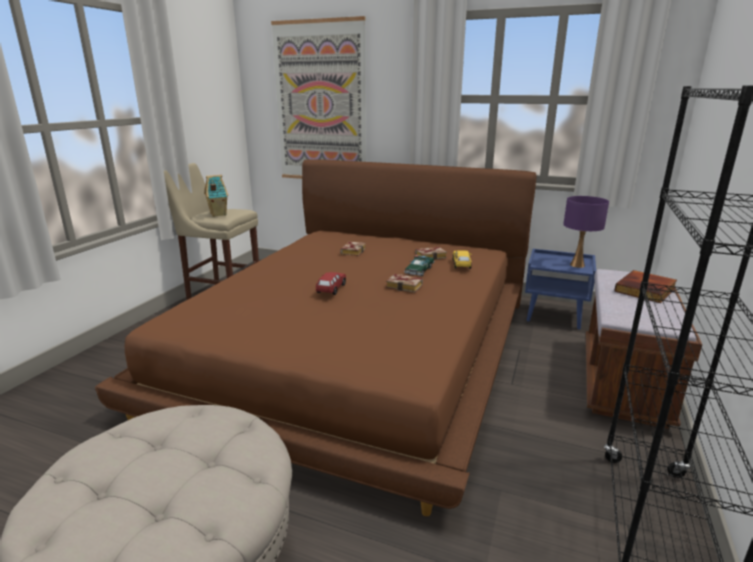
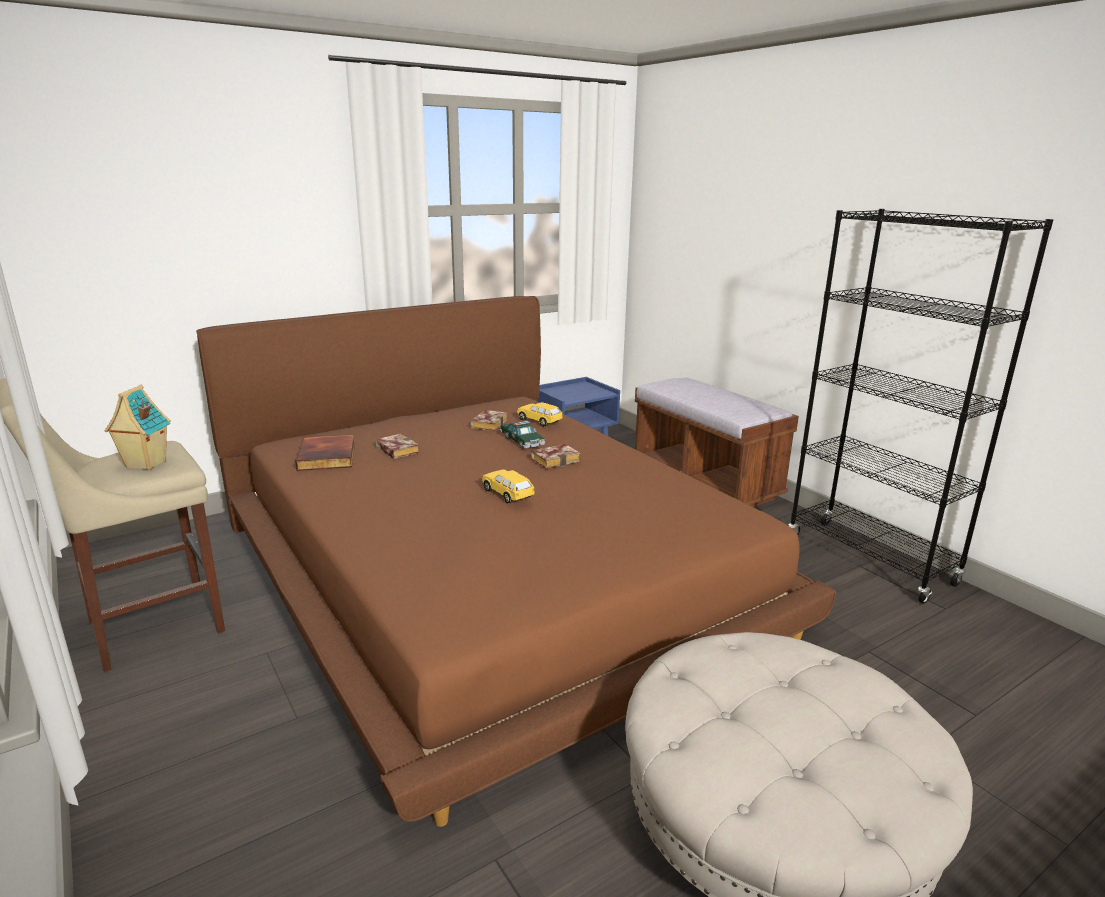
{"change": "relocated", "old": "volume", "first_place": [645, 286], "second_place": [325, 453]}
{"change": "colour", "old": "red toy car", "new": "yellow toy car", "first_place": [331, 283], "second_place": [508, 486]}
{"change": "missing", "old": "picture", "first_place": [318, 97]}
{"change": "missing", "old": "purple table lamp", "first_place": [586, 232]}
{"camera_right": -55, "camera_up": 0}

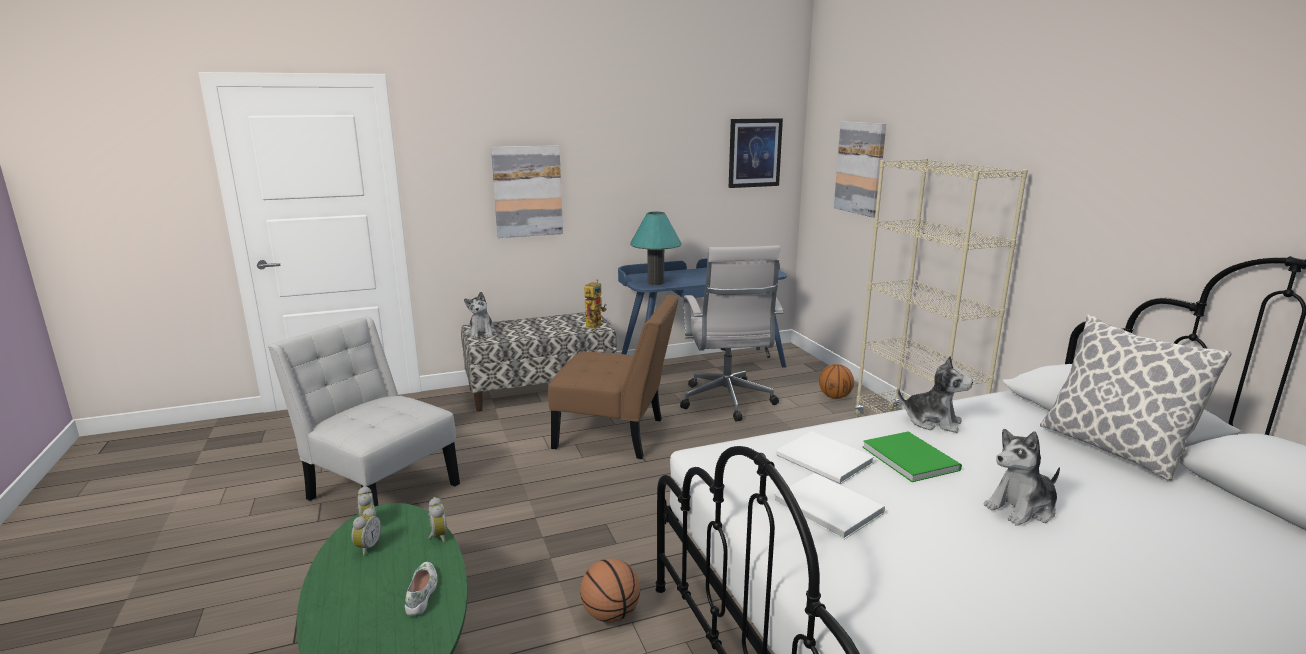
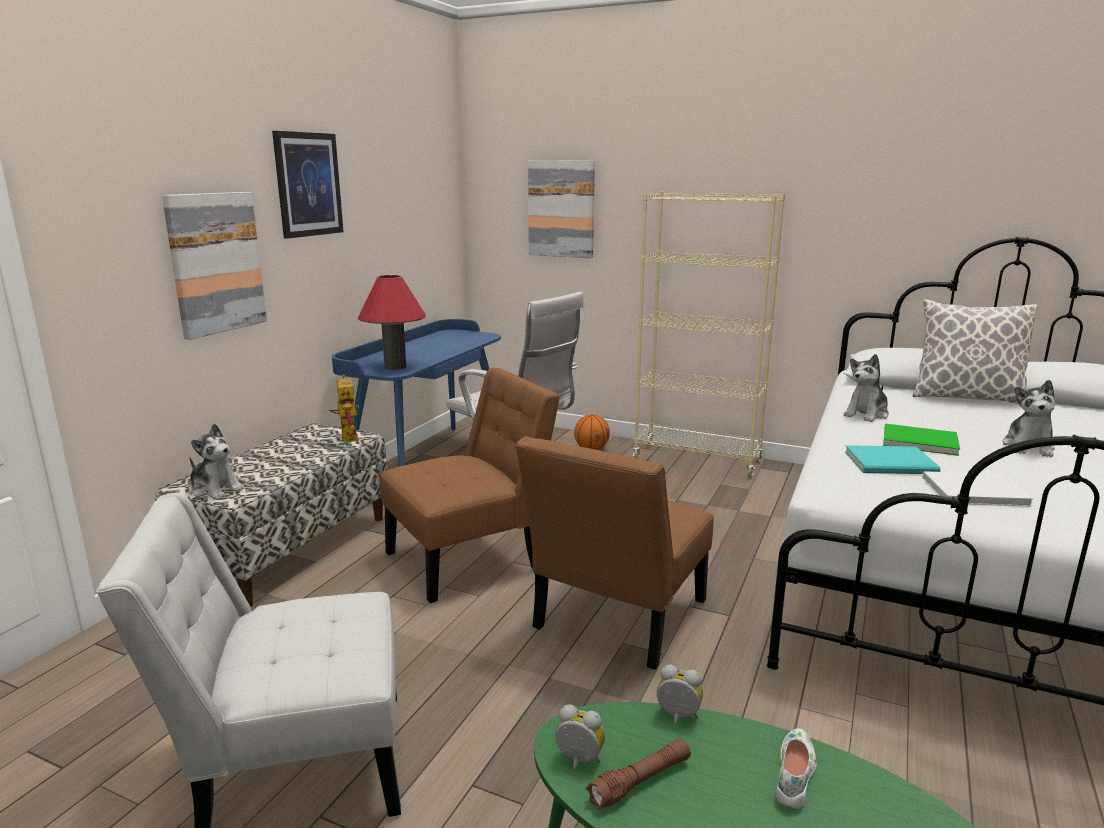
{"change": "relocated", "old": "picture", "first_place": [756, 153], "second_place": [308, 185]}
{"change": "colour", "old": "blue-green table lamp", "new": "red table lamp", "first_place": [656, 248], "second_place": [392, 322]}
{"change": "appeared", "new": "brown-coloured chair", "second_place": [615, 553]}
{"change": "exchanged", "old": "table clock", "new": "brown-coloured torch", "first_place": [366, 531], "second_place": [638, 774]}
{"change": "spun", "old": "white-coloured item of footwear", "first_place": [421, 588], "second_place": [796, 768], "degrees": 75}
{"change": "spun", "old": "plush toy", "first_place": [935, 394], "second_place": [866, 388], "degrees": 150}
{"change": "colour", "old": "white-coloured volume", "new": "blue-green volume", "first_place": [825, 457], "second_place": [893, 459]}
{"change": "missing", "old": "basketball", "first_place": [610, 590]}
{"camera_right": -45, "camera_up": 0}

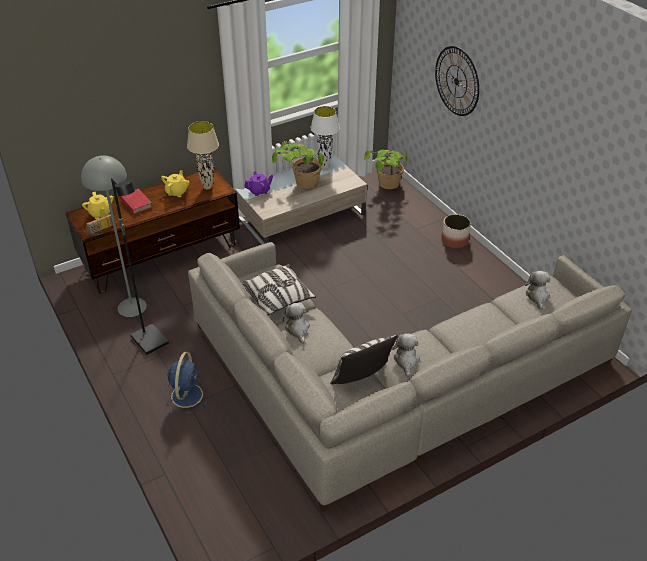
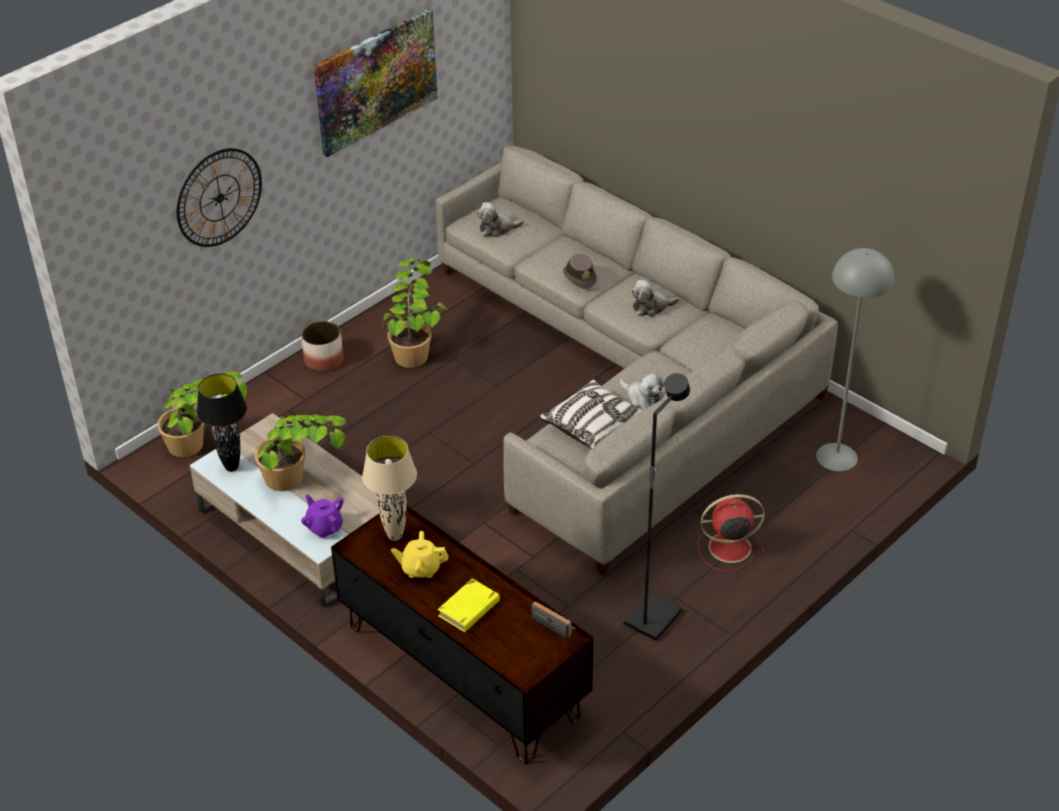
{"change": "colour", "old": "white-coloured table lamp", "new": "black-coloured table lamp", "first_place": [325, 137], "second_place": [222, 423]}
{"change": "appeared", "new": "picture", "second_place": [375, 83]}
{"change": "appeared", "new": "potted plant", "second_place": [416, 313]}
{"change": "colour", "old": "red volume", "new": "yellow volume", "first_place": [136, 202], "second_place": [469, 605]}
{"change": "appeared", "new": "brown-coloured clothing hat", "second_place": [580, 271]}
{"change": "spun", "old": "plush toy", "first_place": [296, 323], "second_place": [642, 391], "degrees": -105}
{"change": "colour", "old": "bluish electric fan", "new": "red electric fan", "first_place": [187, 382], "second_place": [731, 532]}
{"change": "relocated", "old": "greyish standing lamp", "first_place": [114, 236], "second_place": [855, 359]}
{"change": "missing", "old": "yellow pot for tea", "first_place": [97, 205]}
{"change": "missing", "old": "pillow", "first_place": [364, 360]}
{"camera_right": -105, "camera_up": 0}

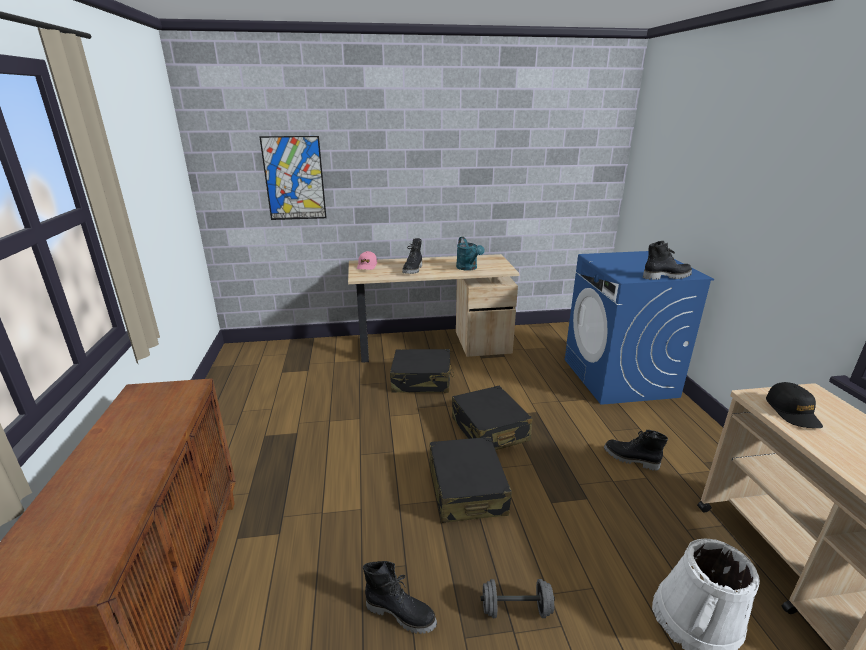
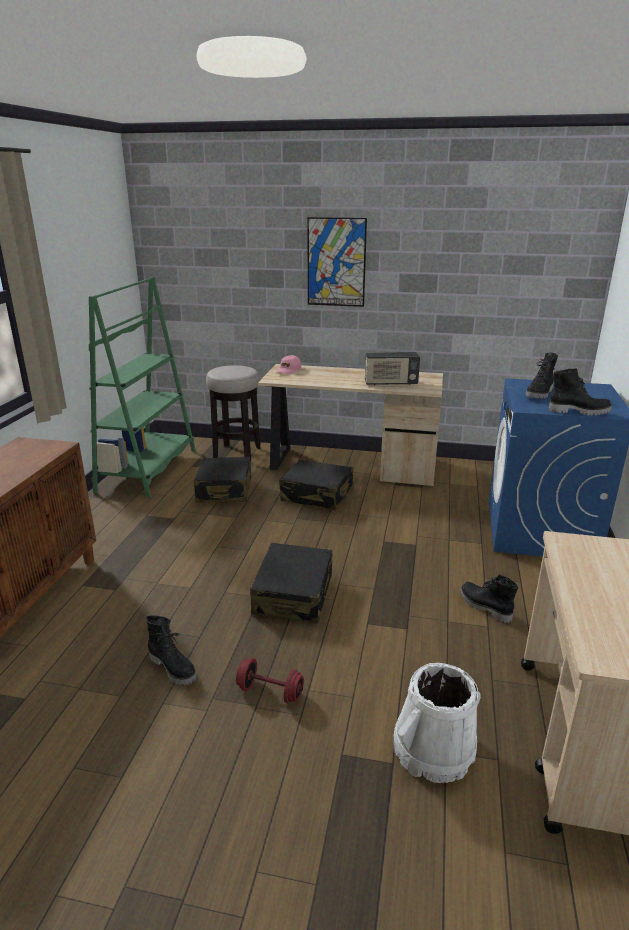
{"change": "appeared", "new": "green bookcase", "second_place": [142, 387]}
{"change": "relocated", "old": "black-coloured suitcase", "first_place": [492, 418], "second_place": [222, 480]}
{"change": "appeared", "new": "sitting stool", "second_place": [233, 413]}
{"change": "colour", "old": "greyish hand weight", "new": "red hand weight", "first_place": [518, 598], "second_place": [270, 681]}
{"change": "relocated", "old": "picture", "first_place": [293, 178], "second_place": [337, 262]}
{"change": "exchanged", "old": "blue-green watering pot", "new": "radio receiver", "first_place": [470, 254], "second_place": [392, 369]}
{"change": "relocated", "old": "black-coloured high-top boot", "first_place": [412, 256], "second_place": [541, 376]}
{"change": "missing", "old": "black-coloured baseball cap", "first_place": [794, 405]}
{"camera_right": 20, "camera_up": 0}

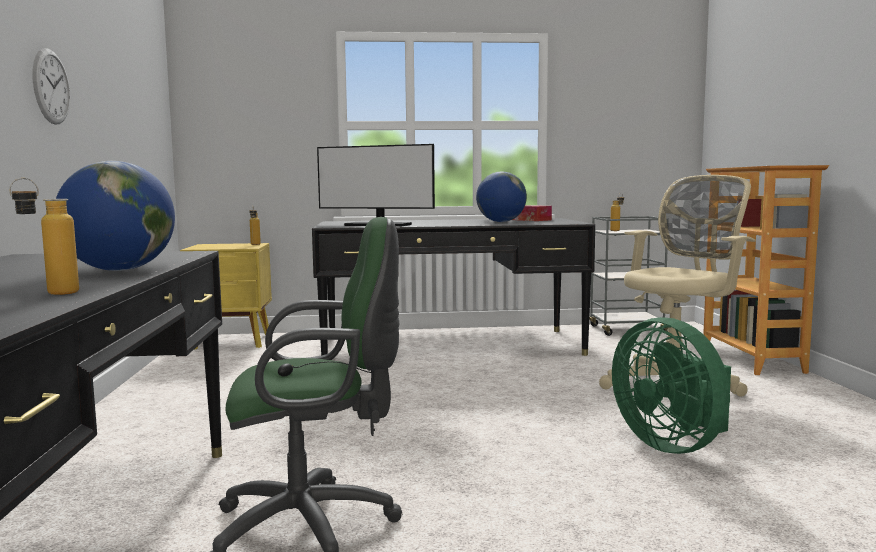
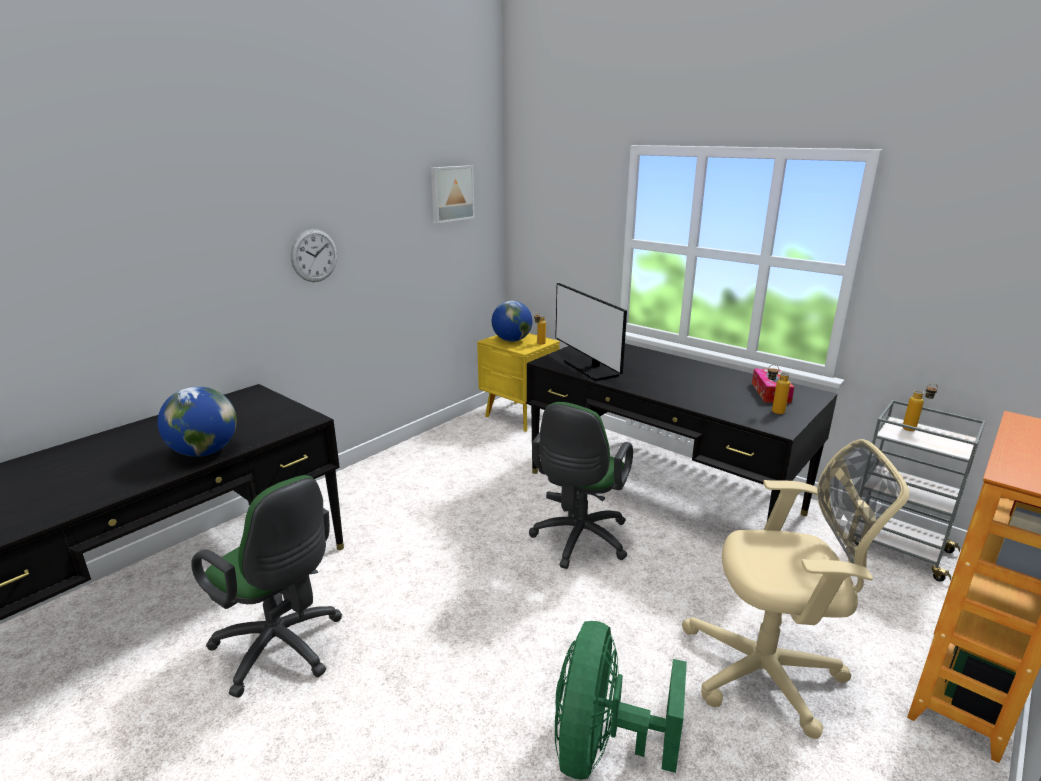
{"change": "appeared", "new": "picture", "second_place": [453, 194]}
{"change": "relocated", "old": "world globe", "first_place": [501, 197], "second_place": [512, 321]}
{"change": "appeared", "new": "green computer chair", "second_place": [581, 485]}
{"change": "relocated", "old": "bottle", "first_place": [44, 236], "second_place": [779, 389]}
{"camera_right": 45, "camera_up": 15}

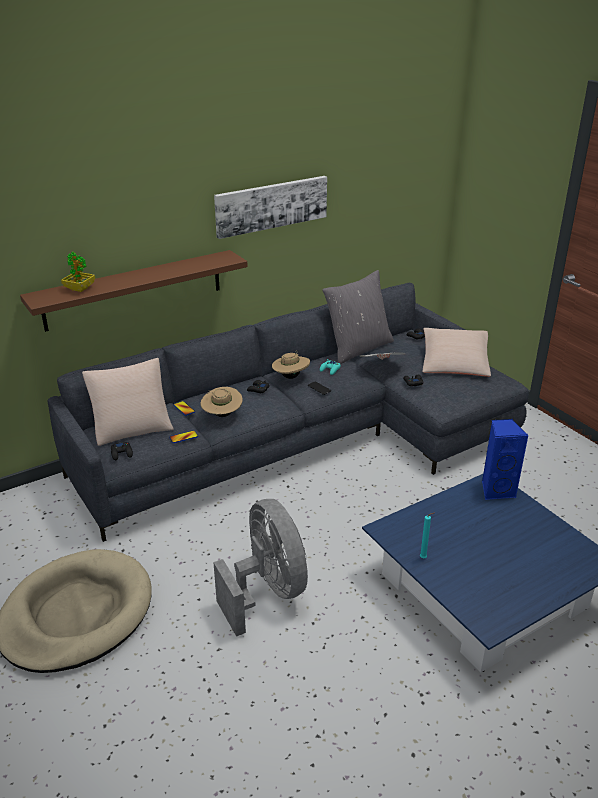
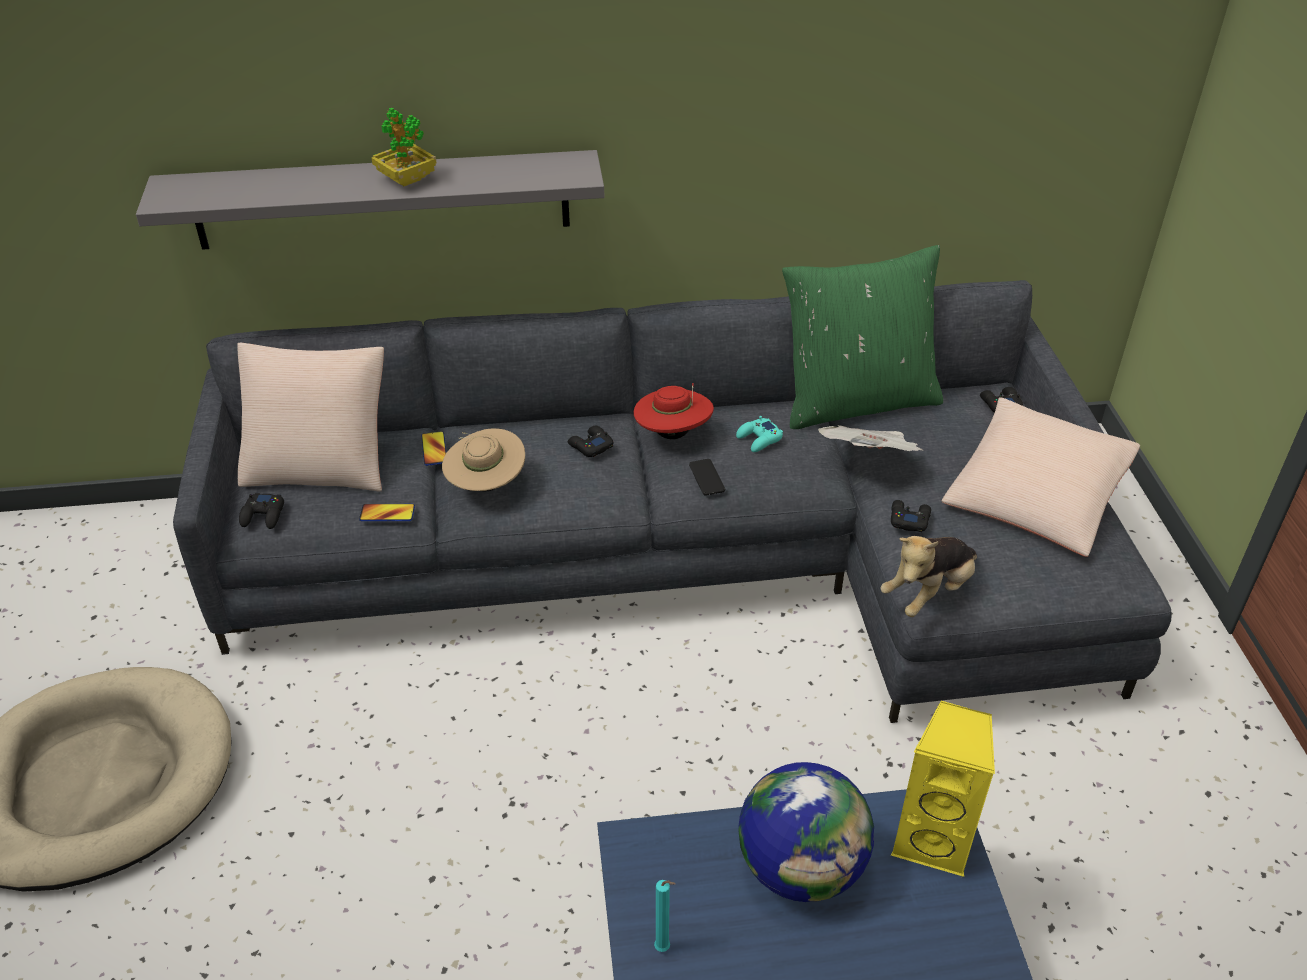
{"change": "colour", "old": "brown-coloured bracket shelf", "new": "greyish bracket shelf", "first_place": [134, 291], "second_place": [370, 200]}
{"change": "relocated", "old": "potted plant", "first_place": [78, 272], "second_place": [404, 147]}
{"change": "colour", "old": "beige-coloured clothing hat", "new": "red clothing hat", "first_place": [291, 364], "second_place": [674, 411]}
{"change": "appeared", "new": "world globe", "second_place": [806, 832]}
{"change": "colour", "old": "greyish pillow", "new": "green pillow", "first_place": [358, 317], "second_place": [862, 337]}
{"change": "appeared", "new": "plush toy", "second_place": [928, 576]}
{"change": "colour", "old": "bluish audio speaker", "new": "yellow audio speaker", "first_place": [505, 459], "second_place": [943, 789]}
{"change": "missing", "old": "greyish electric fan", "first_place": [260, 568]}
{"change": "missing", "old": "picture", "first_place": [270, 207]}
{"camera_right": 25, "camera_up": 10}

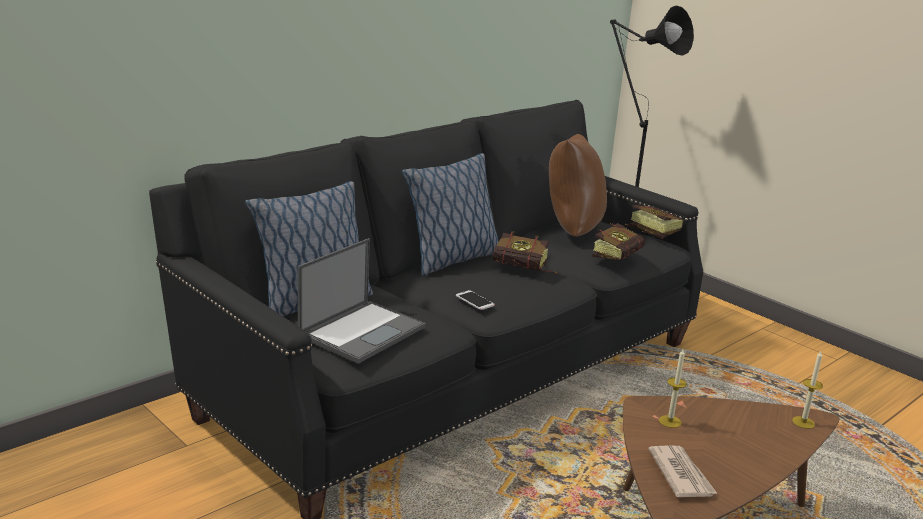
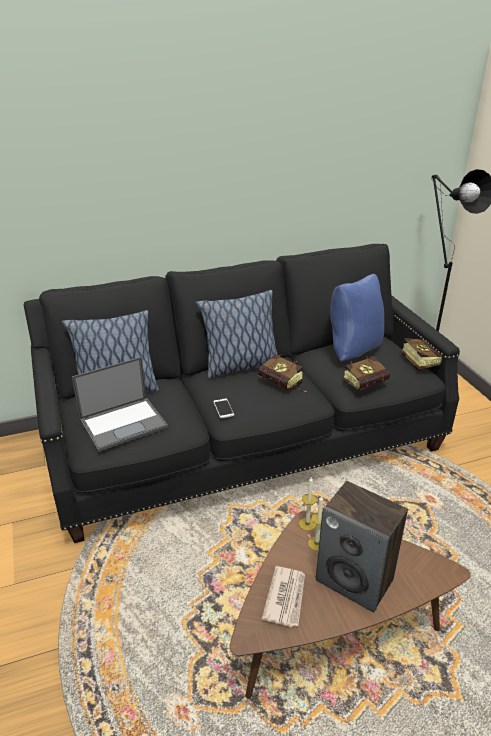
{"change": "relocated", "old": "wax candle", "first_place": [807, 390], "second_place": [308, 504]}
{"change": "appeared", "new": "audio speaker", "second_place": [362, 546]}
{"change": "colour", "old": "brown-coloured pillow", "new": "bluish pillow", "first_place": [578, 185], "second_place": [357, 317]}
{"camera_right": 25, "camera_up": 10}

